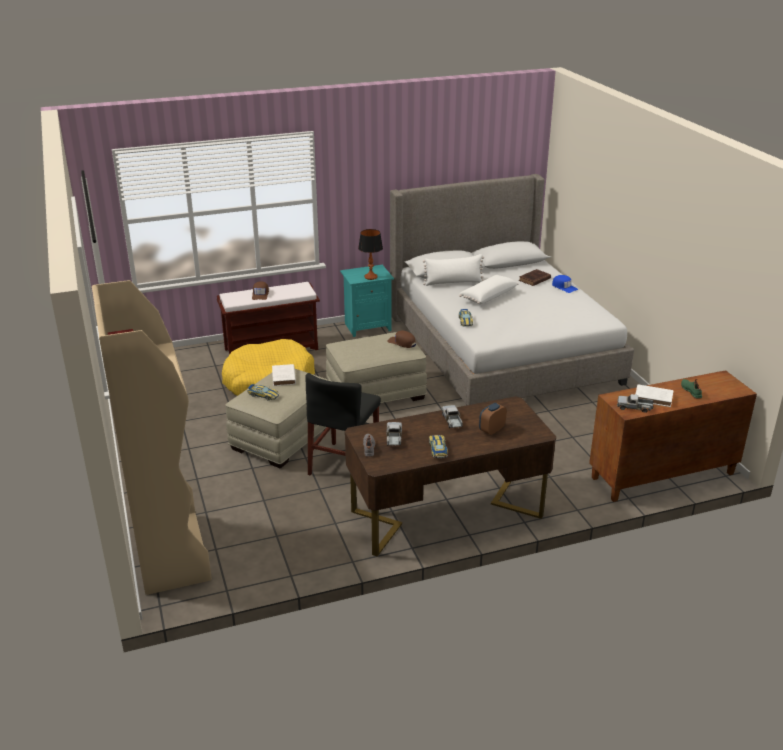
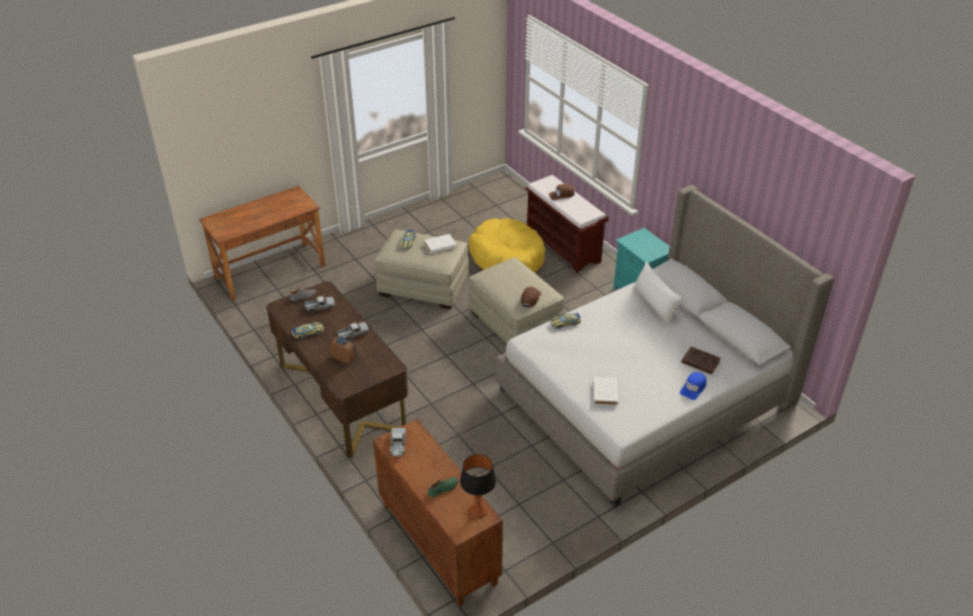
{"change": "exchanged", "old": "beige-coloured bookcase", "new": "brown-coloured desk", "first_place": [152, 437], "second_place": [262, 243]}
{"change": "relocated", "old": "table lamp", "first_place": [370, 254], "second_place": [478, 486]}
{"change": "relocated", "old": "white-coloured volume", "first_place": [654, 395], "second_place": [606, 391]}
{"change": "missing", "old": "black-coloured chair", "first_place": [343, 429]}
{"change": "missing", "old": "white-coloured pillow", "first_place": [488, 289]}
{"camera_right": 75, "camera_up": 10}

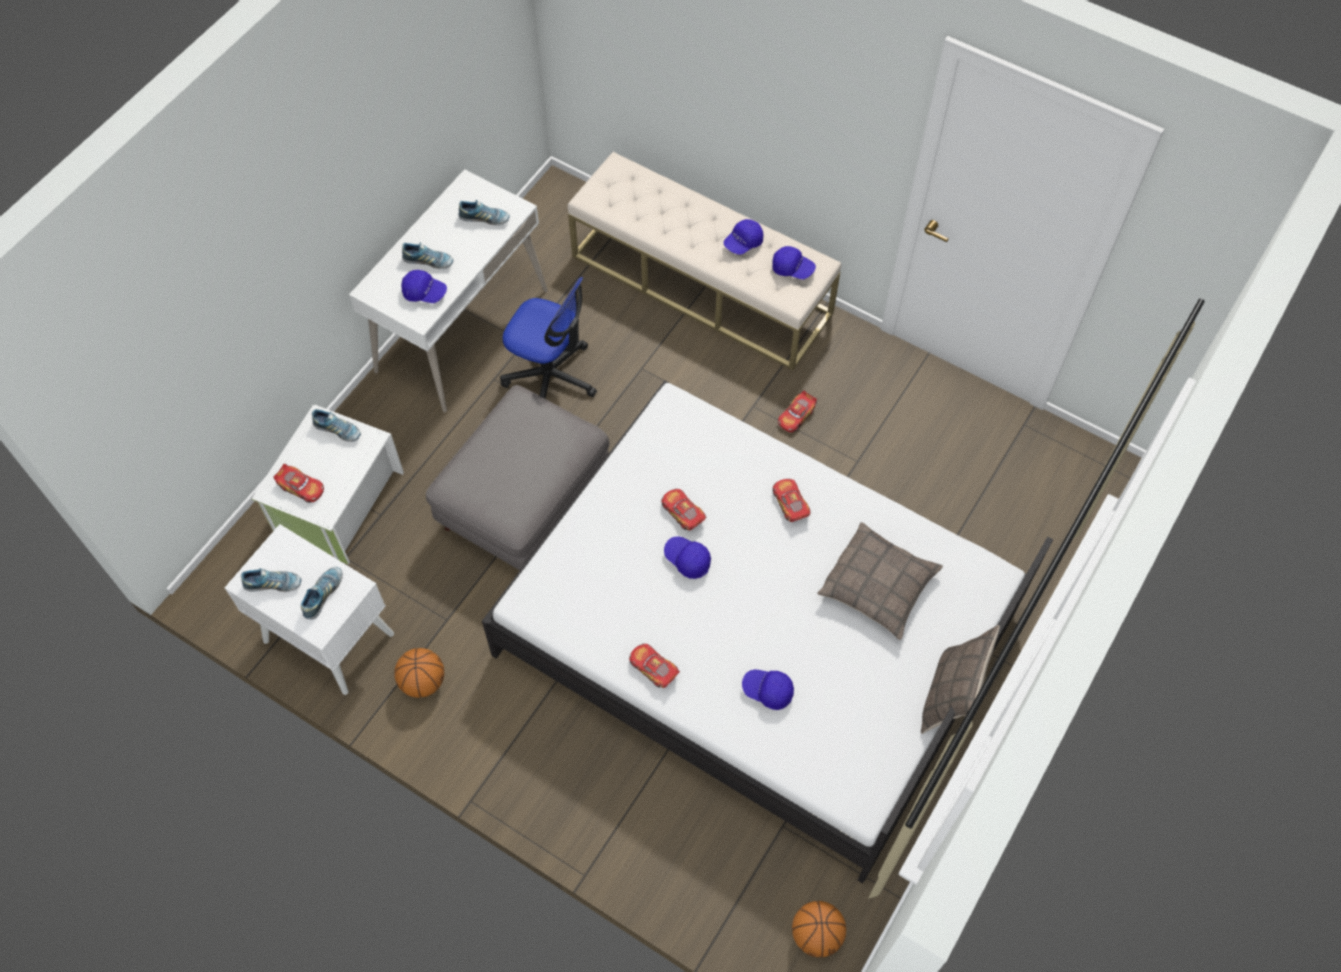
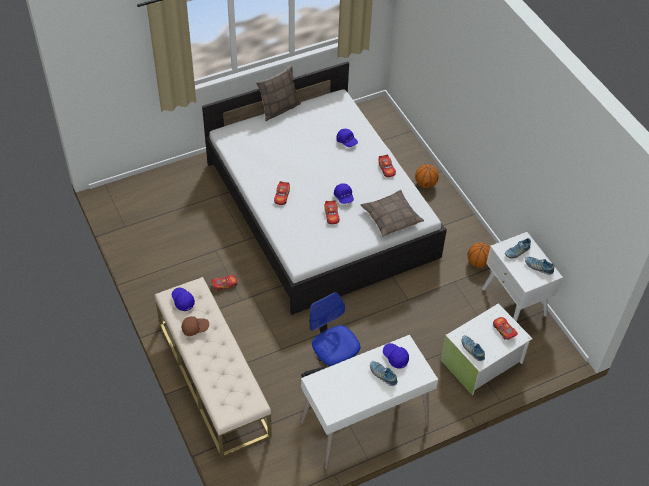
{"change": "colour", "old": "bluish baseball cap", "new": "brown-coloured baseball cap", "first_place": [743, 237], "second_place": [195, 326]}
{"change": "relocated", "old": "pillow", "first_place": [880, 581], "second_place": [392, 213]}
{"change": "relocated", "old": "basketball", "first_place": [819, 929], "second_place": [427, 176]}
{"change": "missing", "old": "greyish ottoman", "first_place": [517, 478]}
{"change": "missing", "old": "item of footwear", "first_place": [484, 213]}
{"camera_right": -150, "camera_up": -10}

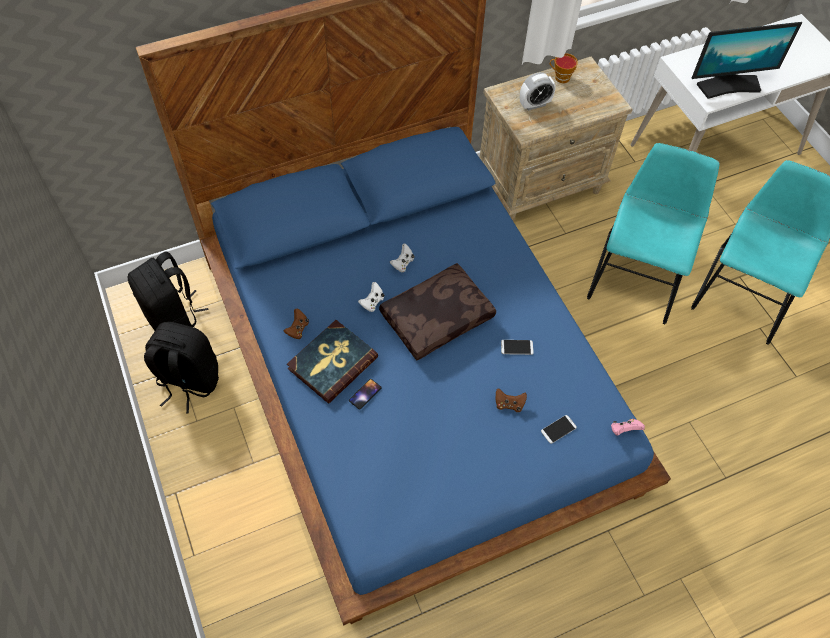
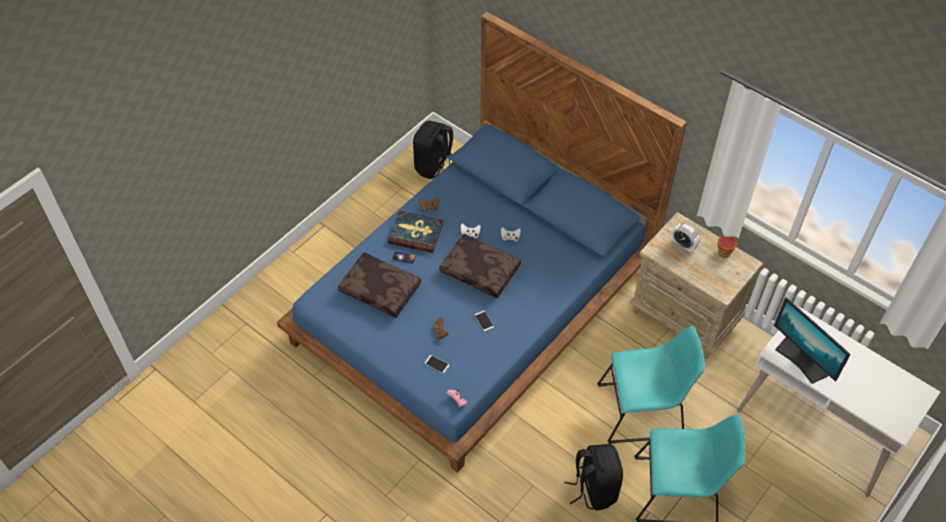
{"change": "appeared", "new": "brown-coloured pillow", "second_place": [379, 285]}
{"change": "relocated", "old": "black-coloured knapsack", "first_place": [181, 367], "second_place": [593, 477]}
{"camera_right": 65, "camera_up": -5}

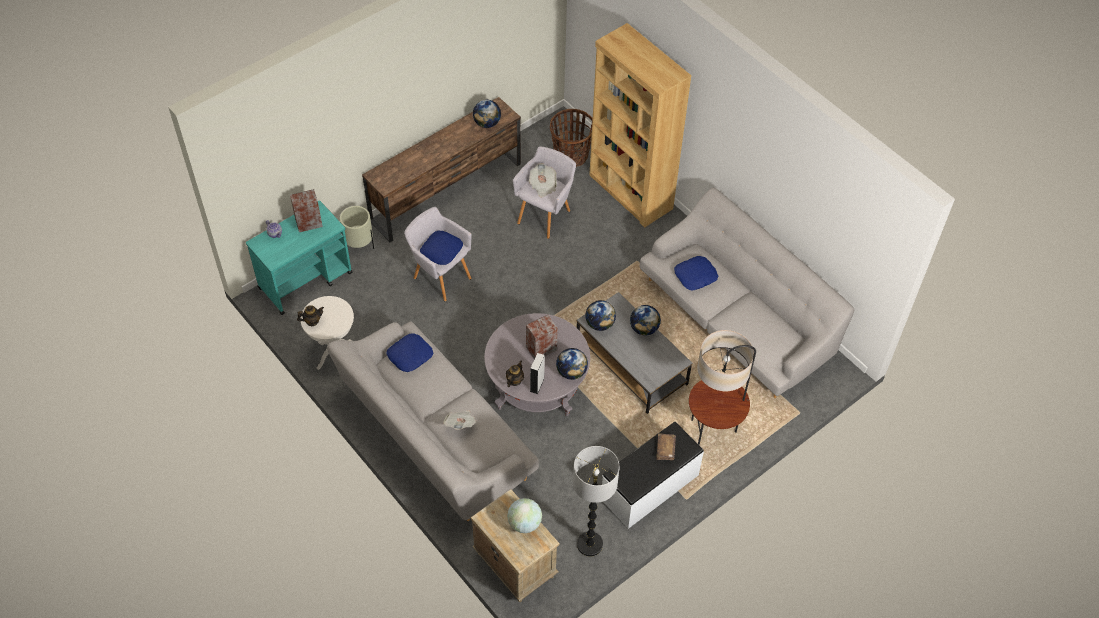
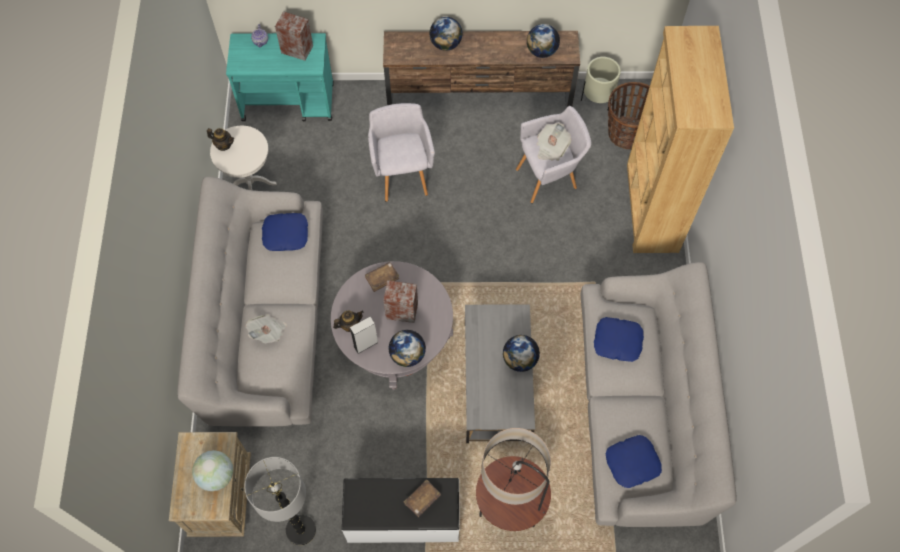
{"change": "appeared", "new": "brown-coloured volume", "second_place": [382, 277]}
{"change": "relocated", "old": "world globe", "first_place": [600, 315], "second_place": [445, 34]}
{"change": "relocated", "old": "beige-coloured planter", "first_place": [357, 227], "second_place": [601, 84]}
{"change": "relocated", "old": "bluish pillow", "first_place": [441, 248], "second_place": [634, 461]}
{"camera_right": 40, "camera_up": 10}

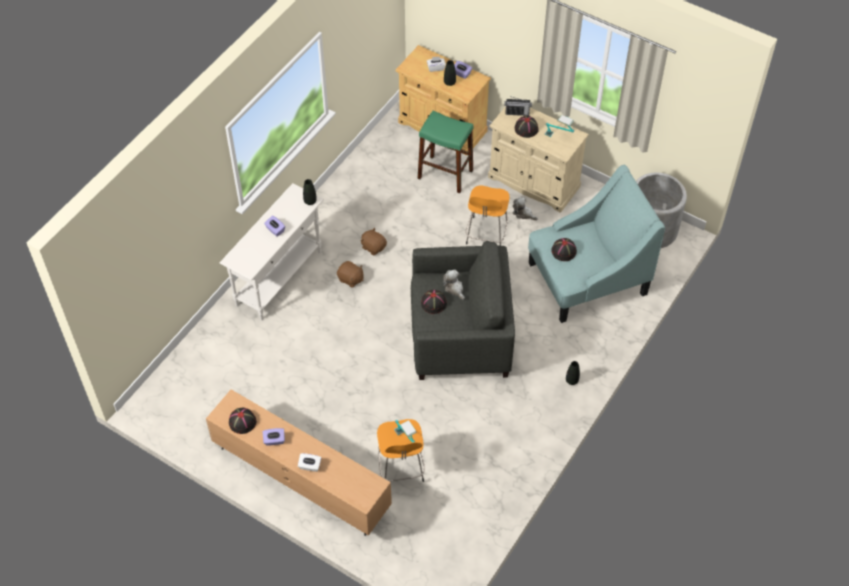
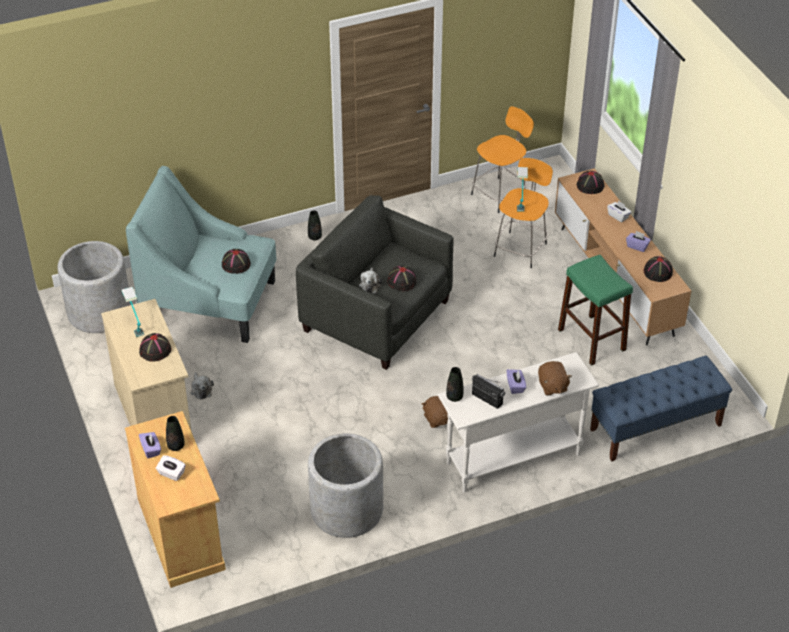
{"change": "appeared", "new": "greyish planter", "second_place": [345, 485]}
{"change": "relocated", "old": "orangey sitting stool", "first_place": [488, 216], "second_place": [502, 159]}
{"change": "relocated", "old": "radio receiver", "first_place": [518, 106], "second_place": [488, 391]}
{"change": "relocated", "old": "brown-coloured plush toy", "first_place": [374, 241], "second_place": [555, 378]}
{"change": "relocated", "old": "green sitting stool", "first_place": [445, 152], "second_place": [595, 310]}
{"change": "appeared", "new": "black-coloured clothing hat", "second_place": [590, 182]}
{"change": "appeared", "new": "bluish long seat", "second_place": [661, 408]}
{"camera_right": -145, "camera_up": -10}

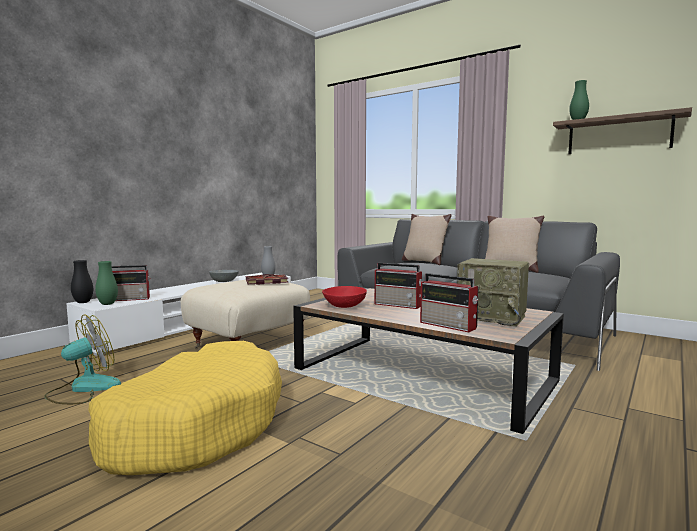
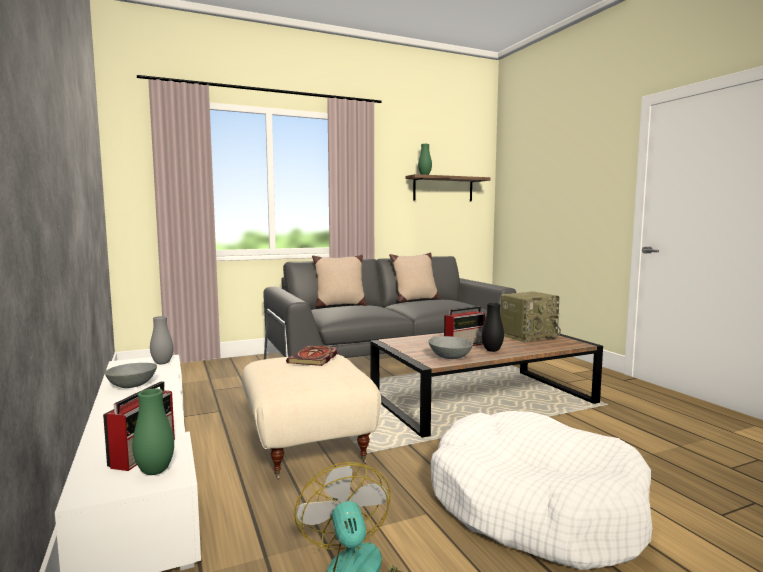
{"change": "colour", "old": "red serving bowl", "new": "greyish serving bowl", "first_place": [344, 297], "second_place": [450, 347]}
{"change": "colour", "old": "yellow pet bed", "new": "white-coloured pet bed", "first_place": [185, 408], "second_place": [541, 490]}
{"change": "relocated", "old": "black-coloured decorative vase", "first_place": [82, 281], "second_place": [493, 327]}
{"change": "missing", "old": "radio receiver", "first_place": [449, 302]}
{"camera_right": -60, "camera_up": 0}

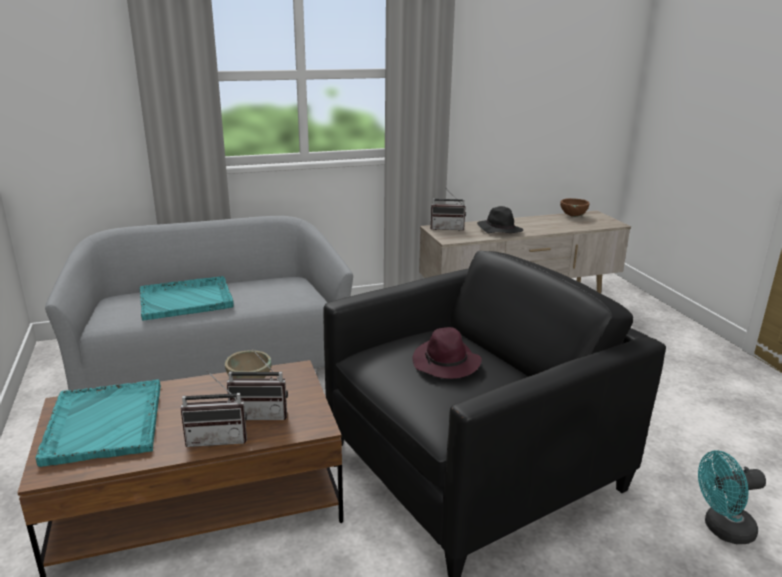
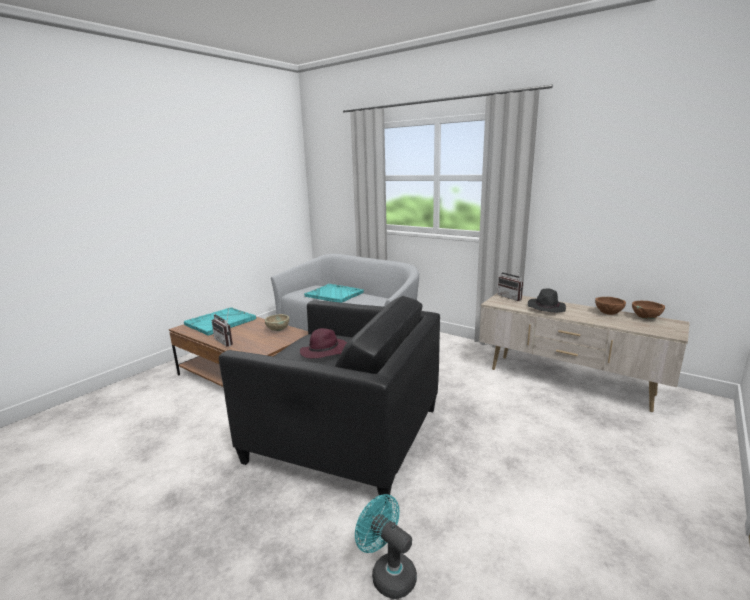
{"change": "appeared", "new": "brown-coloured serving bowl", "second_place": [610, 306]}
{"change": "missing", "old": "radio receiver", "first_place": [257, 384]}
{"camera_right": 55, "camera_up": -5}

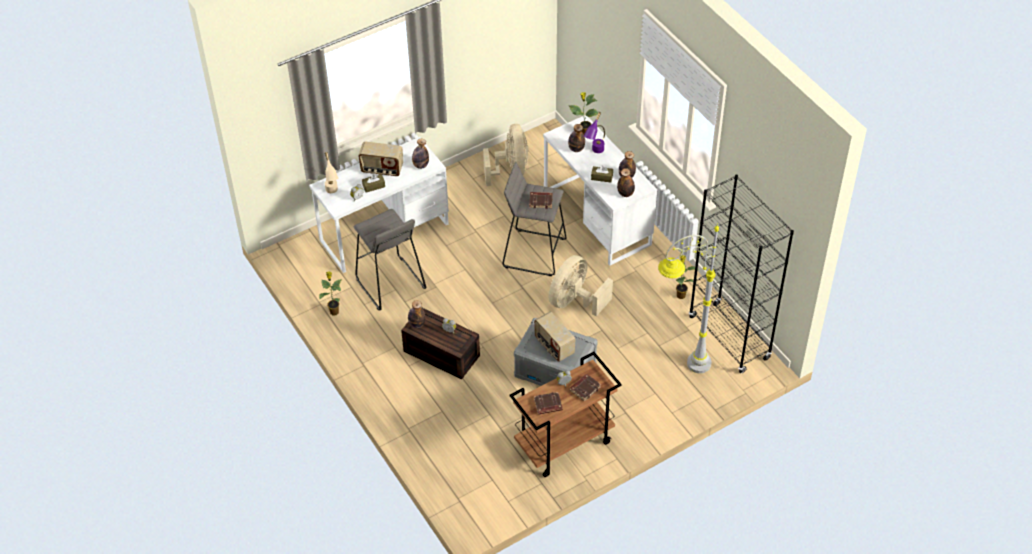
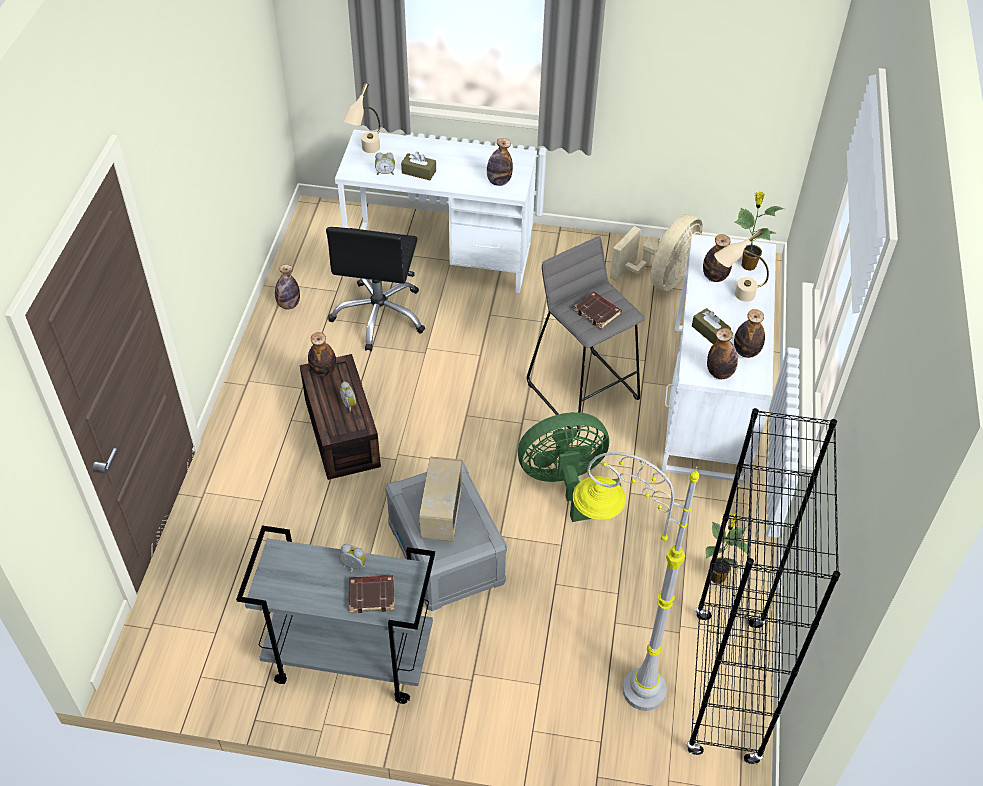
{"change": "colour", "old": "brown-coloured wheeled cart", "new": "greyish wheeled cart", "first_place": [565, 414], "second_place": [335, 614]}
{"change": "exchanged", "old": "potted plant", "new": "bottle", "first_place": [330, 293], "second_place": [287, 286]}
{"change": "exchanged", "old": "greyish sitting stool", "new": "black-coloured computer chair", "first_place": [390, 259], "second_place": [375, 289]}
{"change": "colour", "old": "beige-coloured electric fan", "new": "green electric fan", "first_place": [581, 285], "second_place": [569, 467]}
{"change": "colour", "old": "purple table lamp", "new": "beige-coloured table lamp", "first_place": [594, 132], "second_place": [741, 266]}
{"change": "missing", "old": "radio receiver", "first_place": [380, 159]}
{"change": "missing", "old": "brown-coloured volume", "first_place": [548, 403]}
{"camera_right": 40, "camera_up": 0}

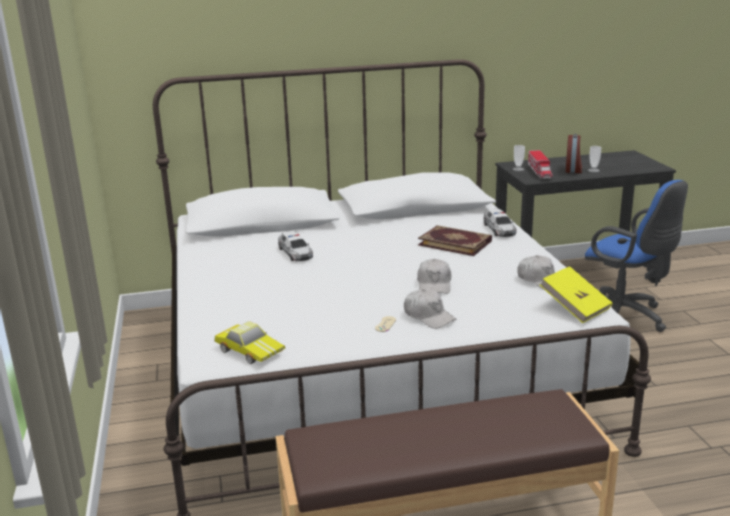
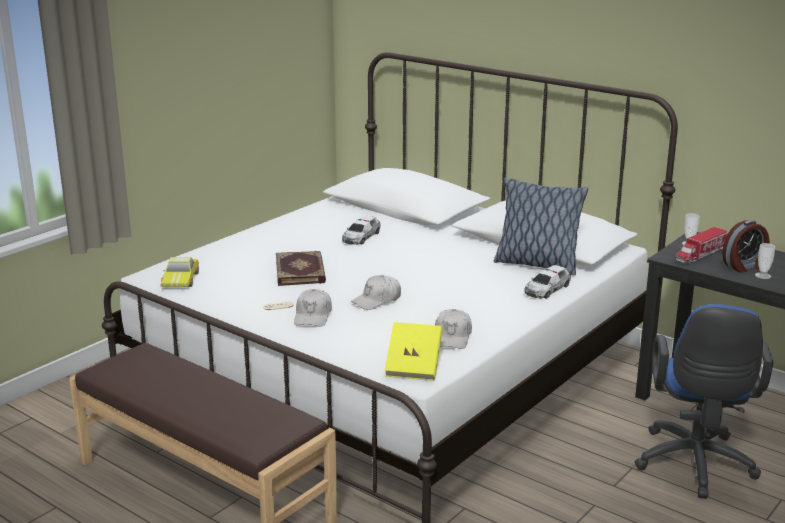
{"change": "relocated", "old": "volume", "first_place": [455, 240], "second_place": [301, 268]}
{"change": "appeared", "new": "pillow", "second_place": [541, 227]}
{"camera_right": 50, "camera_up": 0}

